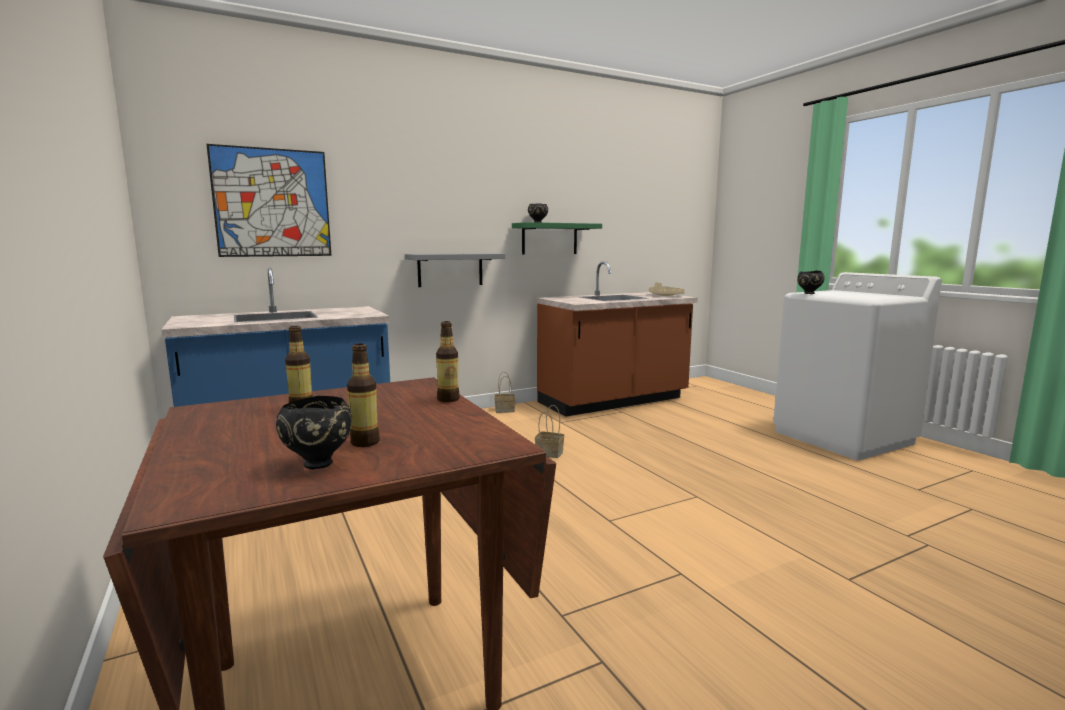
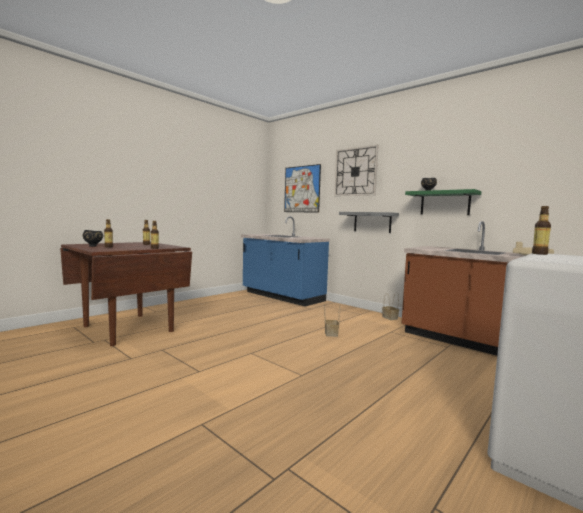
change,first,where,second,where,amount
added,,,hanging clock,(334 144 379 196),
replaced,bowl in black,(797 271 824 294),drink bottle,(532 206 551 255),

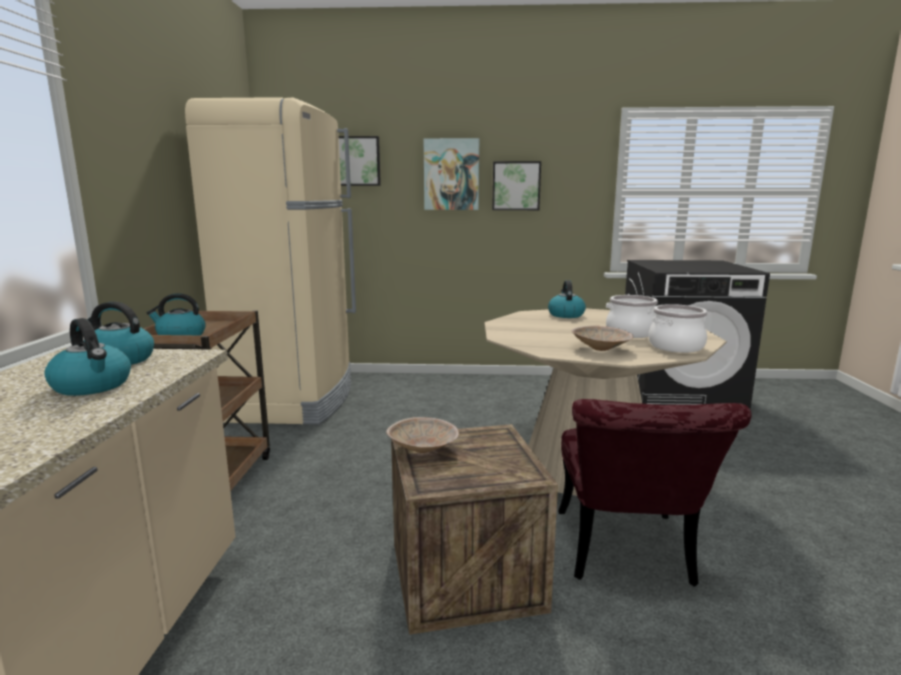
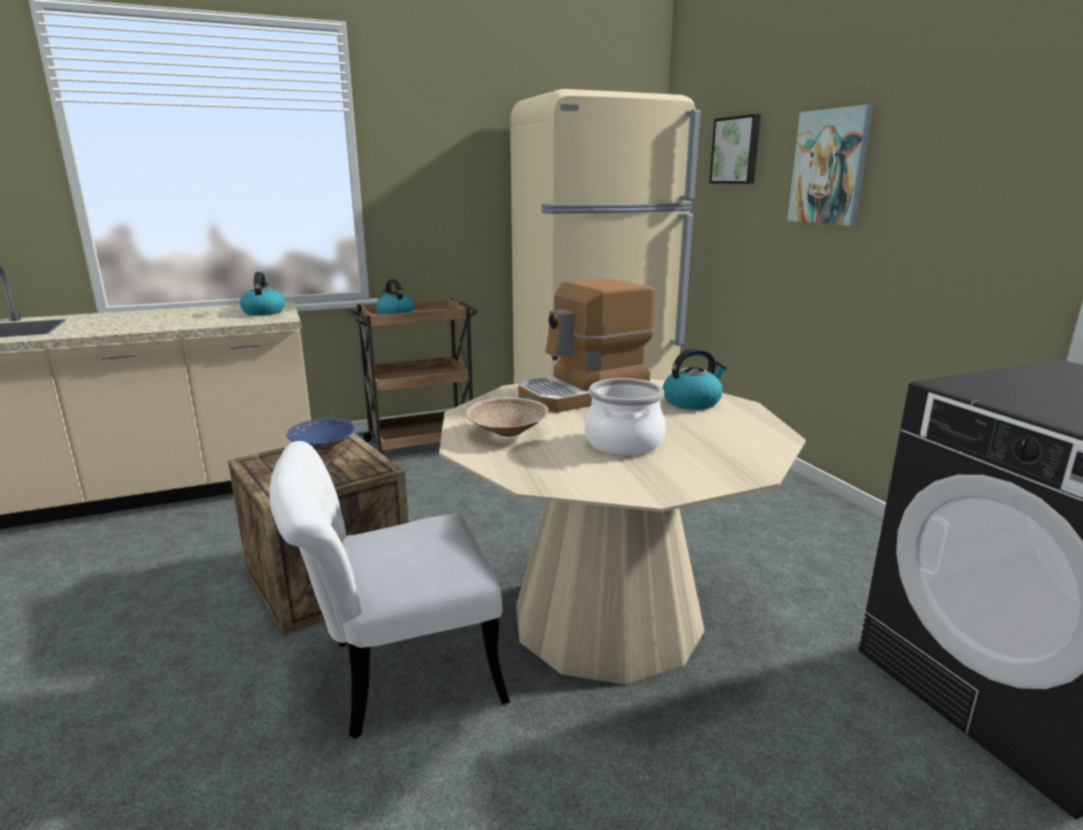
change,first,where,second,where,amount
removed,water kettle,(44 318 131 396),,,
removed,wall art,(492 161 541 210),,,
removed,stockpot,(648 304 707 353),,,
added,,,coffee machine,(518 278 654 413),
recoloured,bowl in beige,(386 417 459 453),bowl in bluish,(286 419 355 450),
recoloured,chair in reddish,(558 399 752 587),chair in whitish,(269 441 510 739),

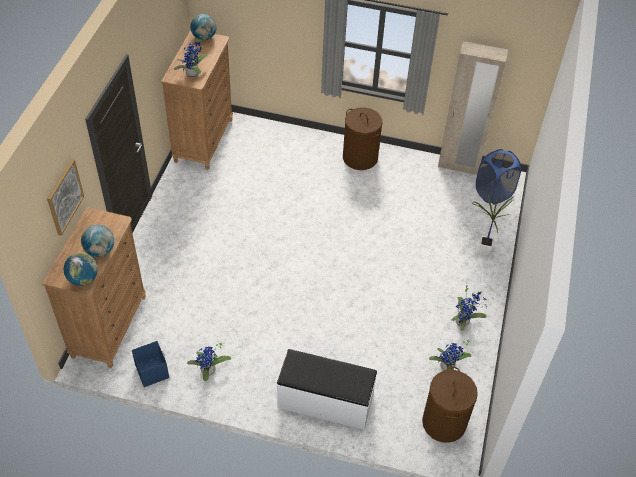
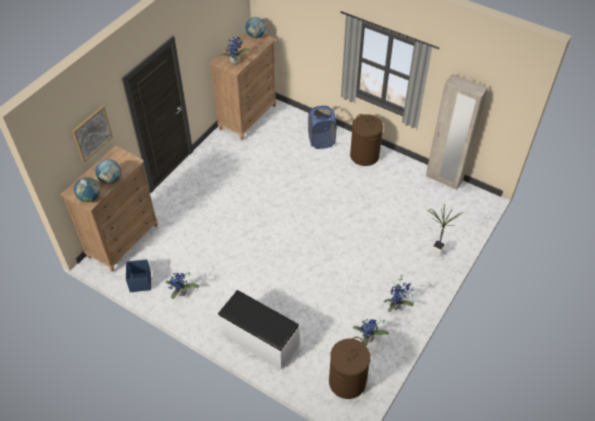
change,first,where,second,where,amount
moved,laundry basket in bluish,(476 149 521 204),,(308 105 336 149),

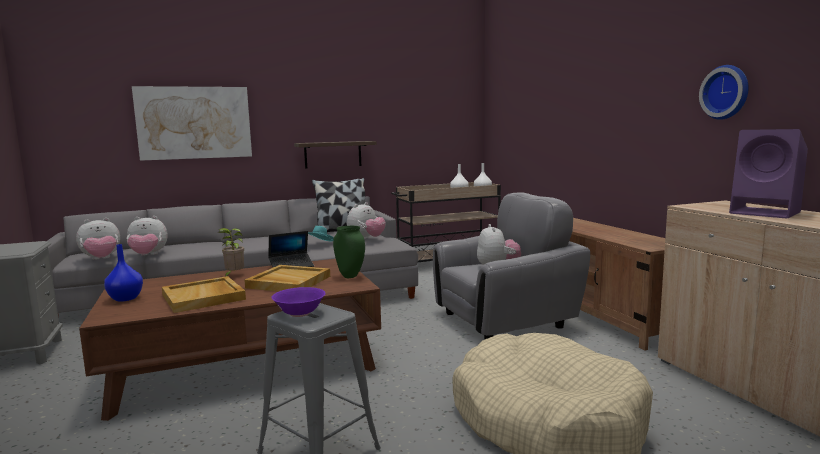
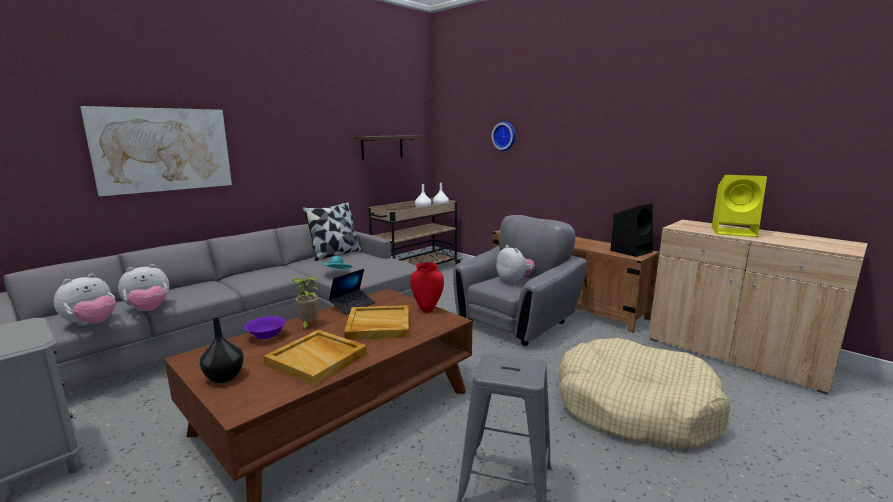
change,first,where,second,where,amount
removed,soft toy,(347 202 386 239),,,
added,,,speaker in black,(610 204 653 257),
moved,bowl in purple-coloured,(271 287 326 317),,(244 316 286 340),
moved,bracket shelf,(294 141 377 169),,(354 135 422 160),
moved,hanging clock,(699 65 749 120),,(491 121 515 151),
recoloured,vase in bluish,(104 244 143 302),vase in black,(200 317 244 383),
recoloured,vase in green,(333 226 365 278),vase in reddish,(410 262 444 313),
recoloured,speaker in purple-coloured,(729 129 808 218),speaker in yellow,(712 175 767 237),

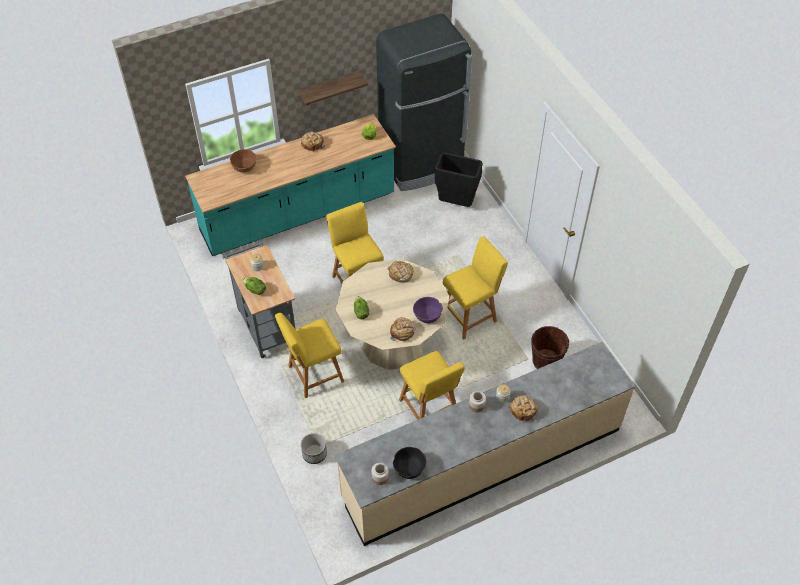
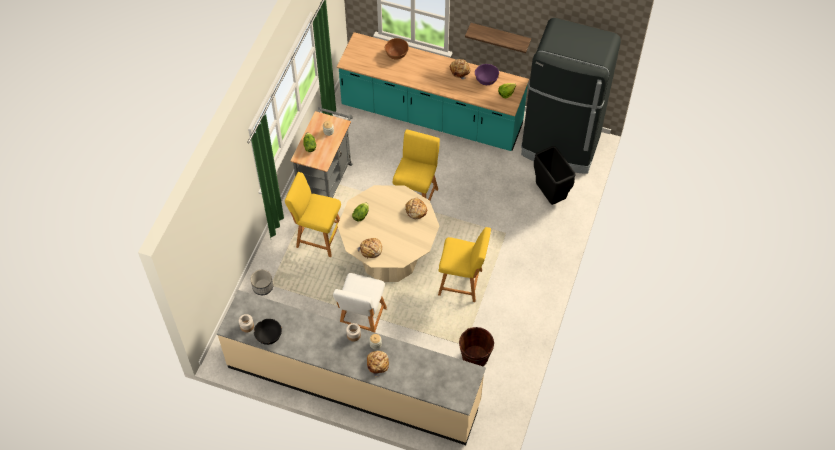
change,first,where,second,where,amount
moved,bowl in purple-coloured,(413 297 443 323),,(475 64 499 85),
recoloured,sitting stool in yellow,(399 351 465 420),sitting stool in whitish,(333 273 387 333),

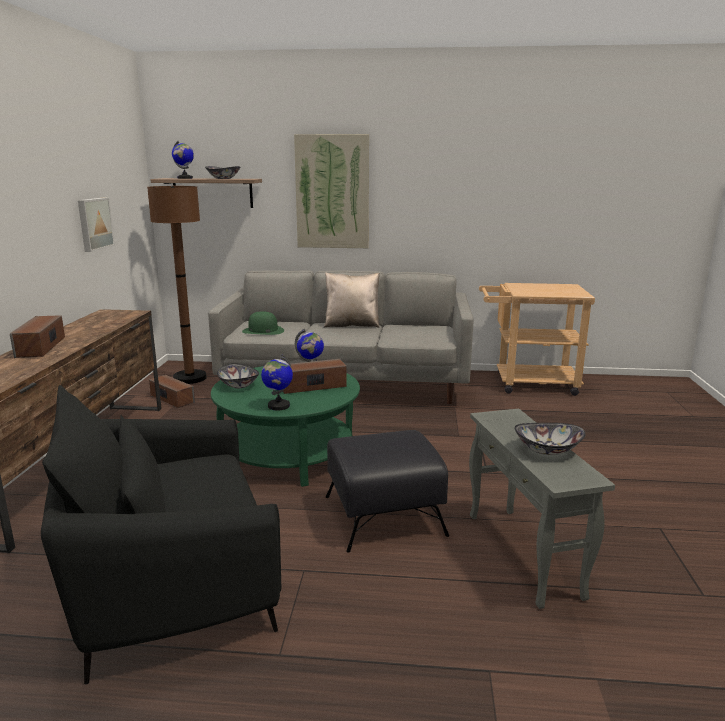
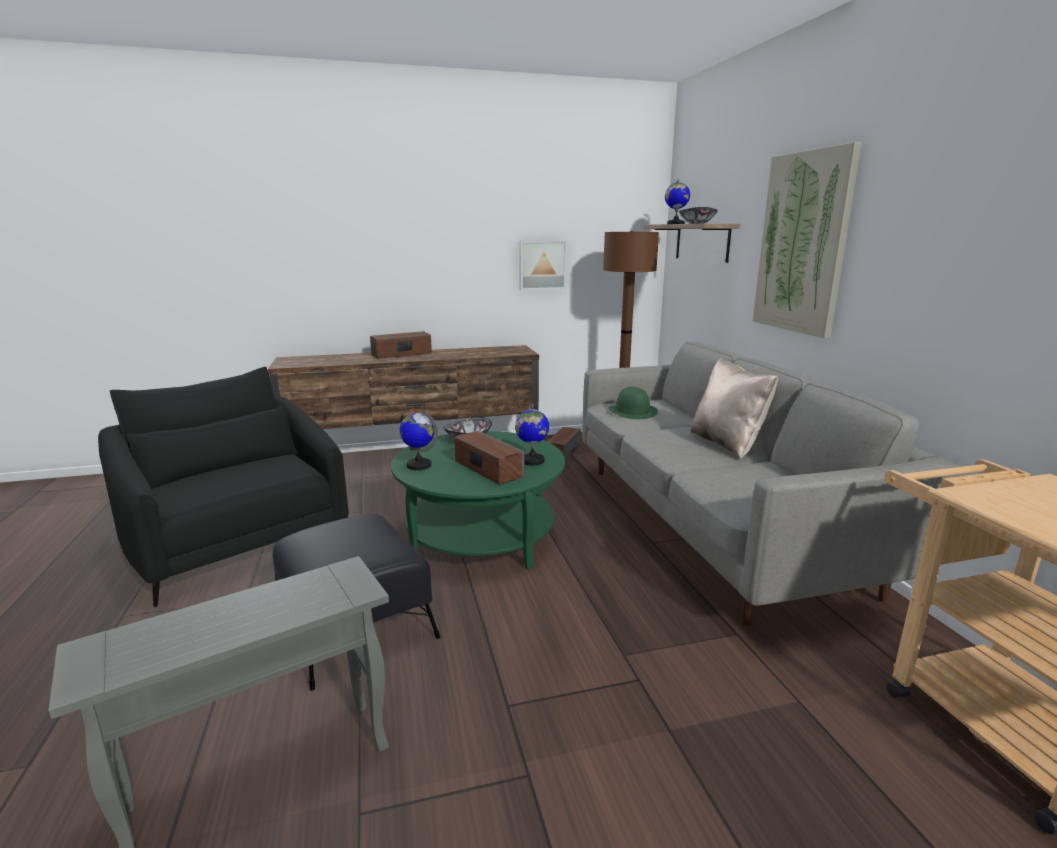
change,first,where,second,where,amount
removed,bowl,(514 423 585 455),,,

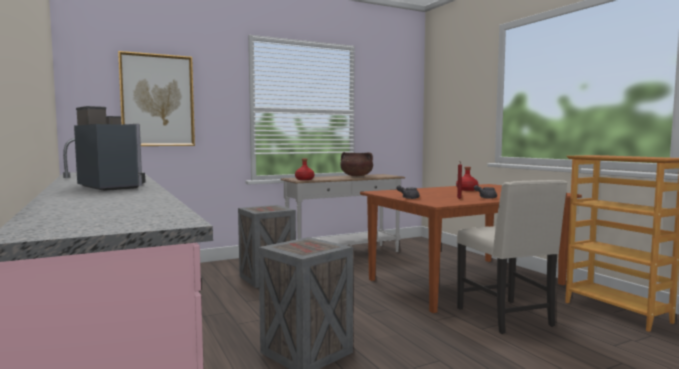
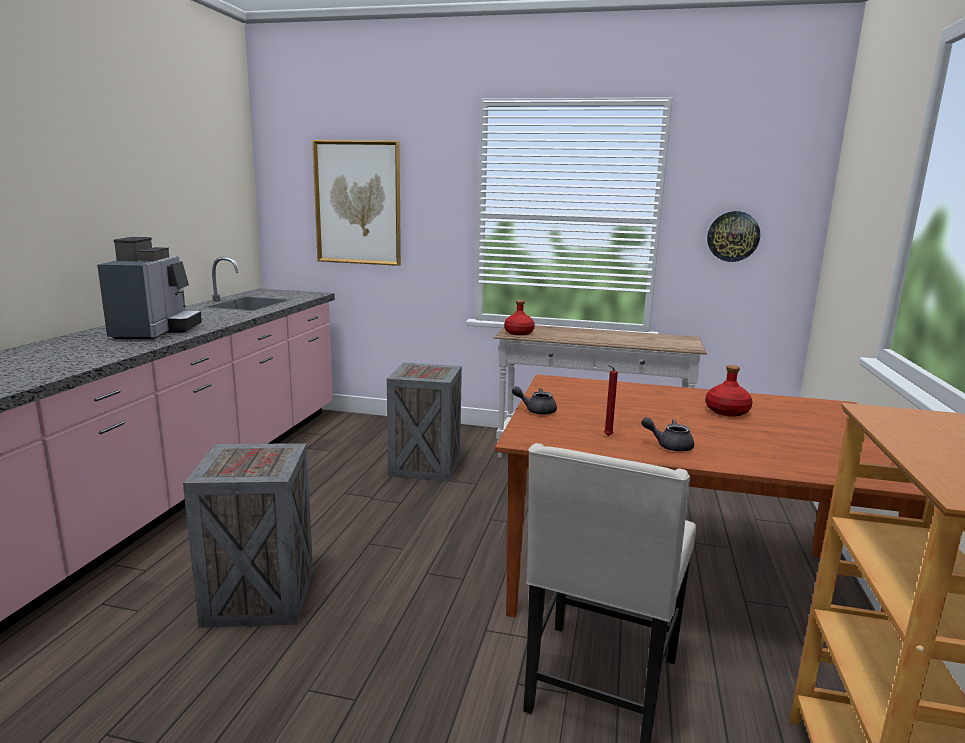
change,first,where,second,where,amount
removed,stockpot in brownish,(340 152 373 176),,,
added,,,hanging clock,(707 211 760 262),

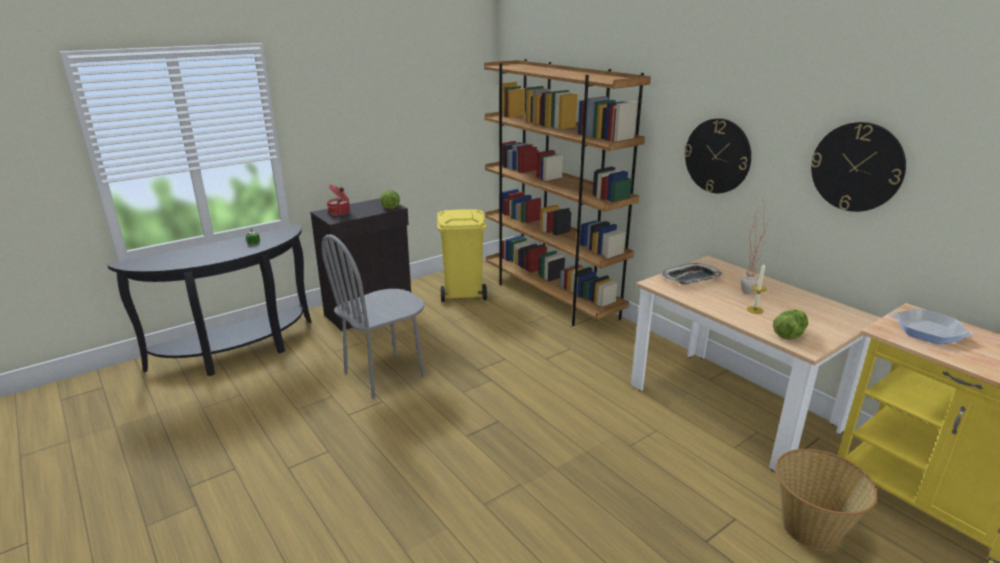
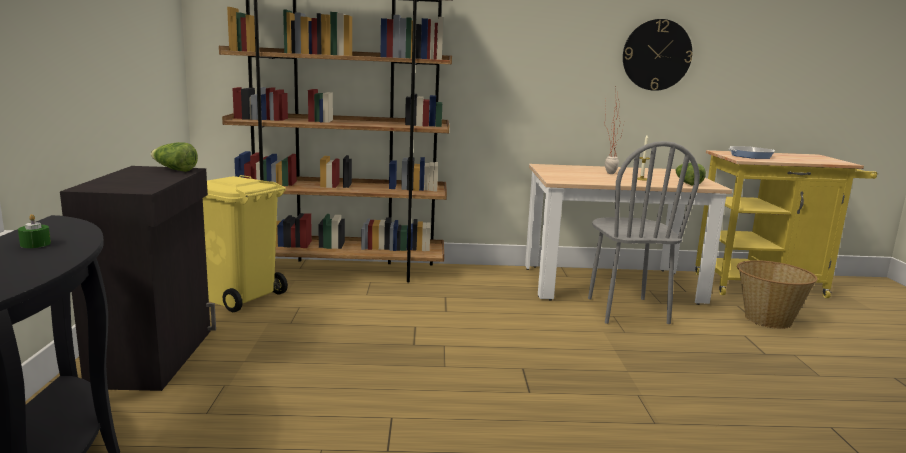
change,first,where,second,where,amount
removed,stockpot,(327 185 350 216),,,
removed,tray,(661 263 722 284),,,
removed,hanging clock,(684 118 751 193),,,
moved,chair in greyish,(321 234 424 399),,(588 141 700 324),

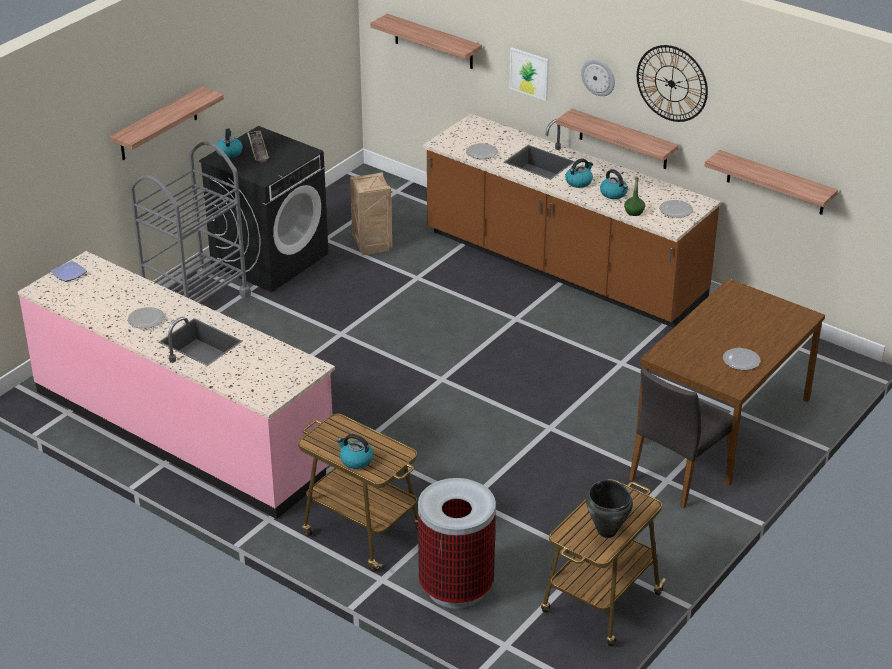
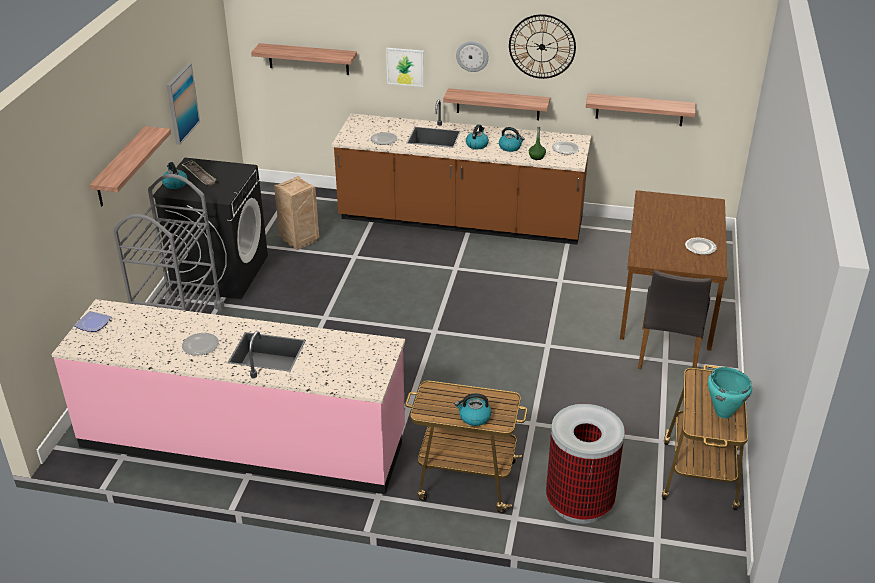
change,first,where,second,where,amount
added,,,wall art,(166 63 200 145),
recoloured,stockpot in black,(586 480 633 538),stockpot in turquoise-coloured,(708 367 752 418),

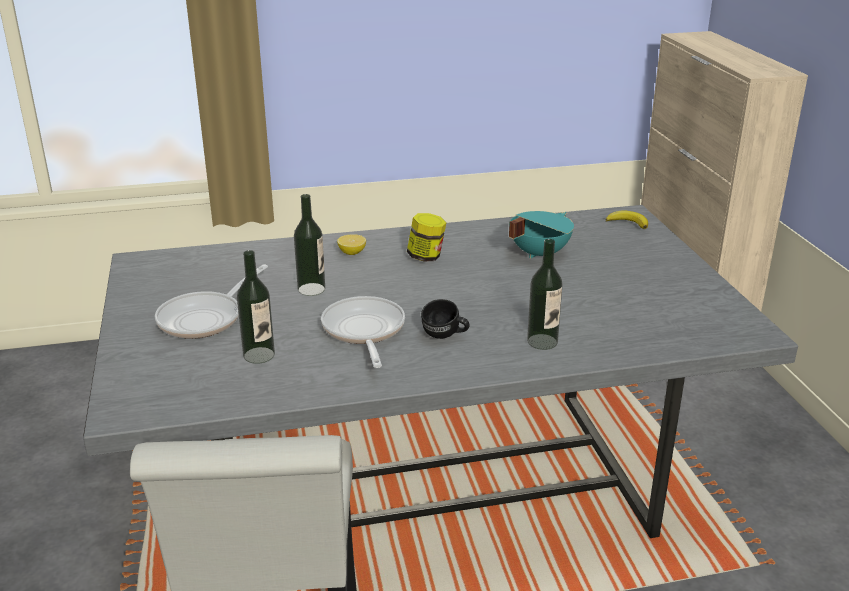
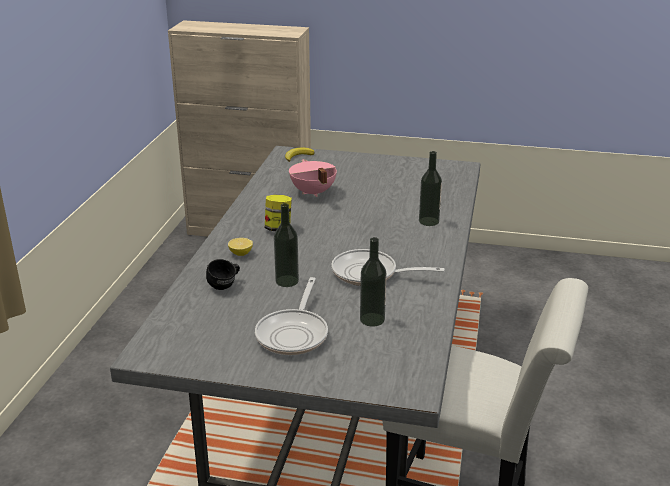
change,first,where,second,where,amount
moved,tea mug in black,(421 299 469 339),,(206 259 240 290),
recoloured,stockpot in turquoise-coloured,(509 211 574 258),stockpot in pink,(289 159 337 197),
turned,frying pan,(155 264 268 339),,(255 277 328 355),45 degrees clockwise

